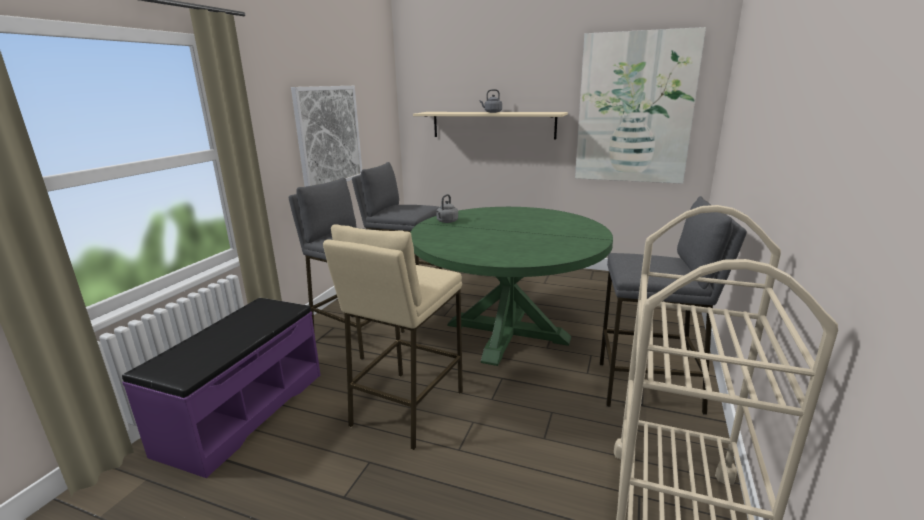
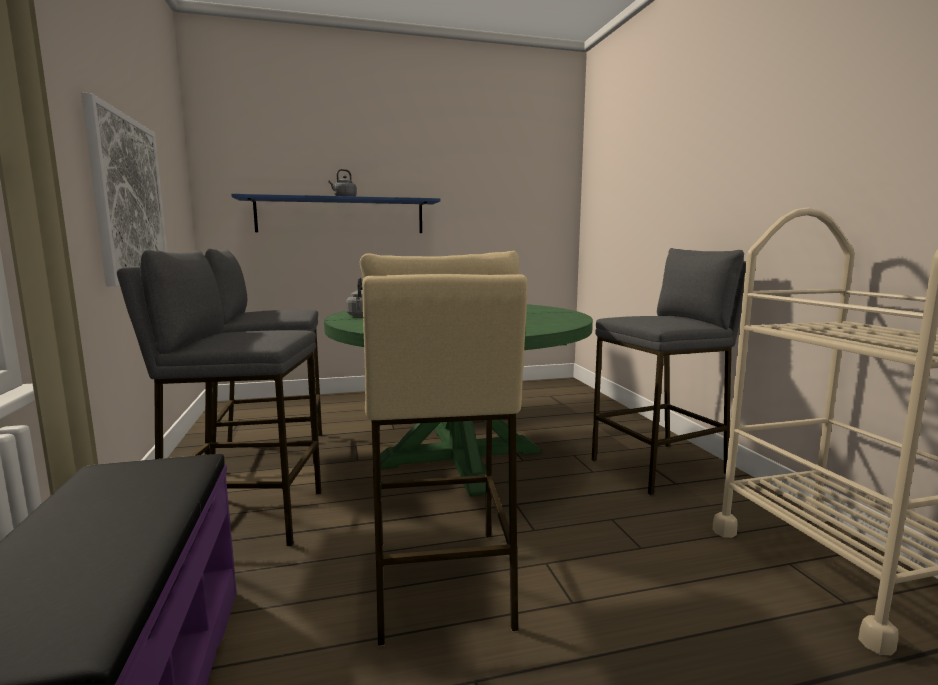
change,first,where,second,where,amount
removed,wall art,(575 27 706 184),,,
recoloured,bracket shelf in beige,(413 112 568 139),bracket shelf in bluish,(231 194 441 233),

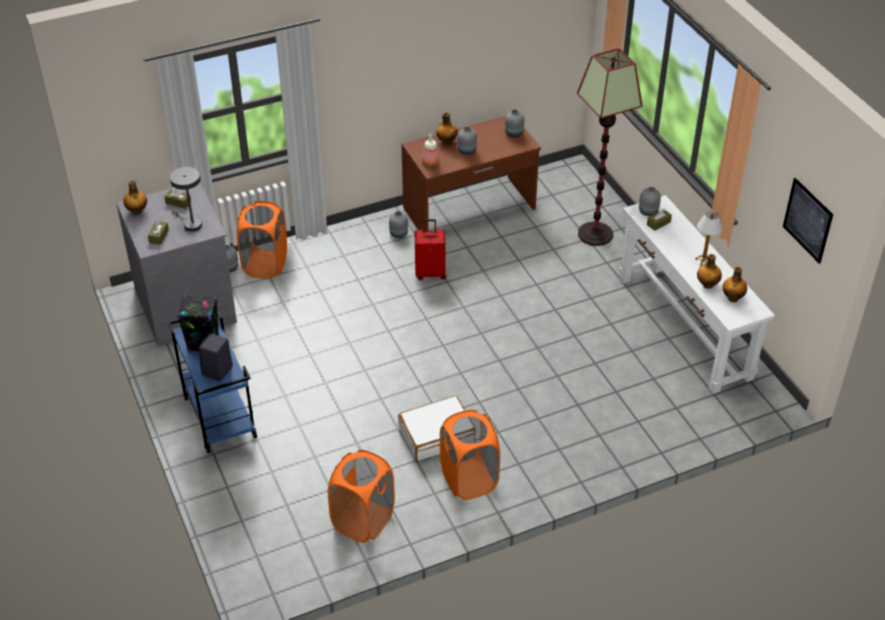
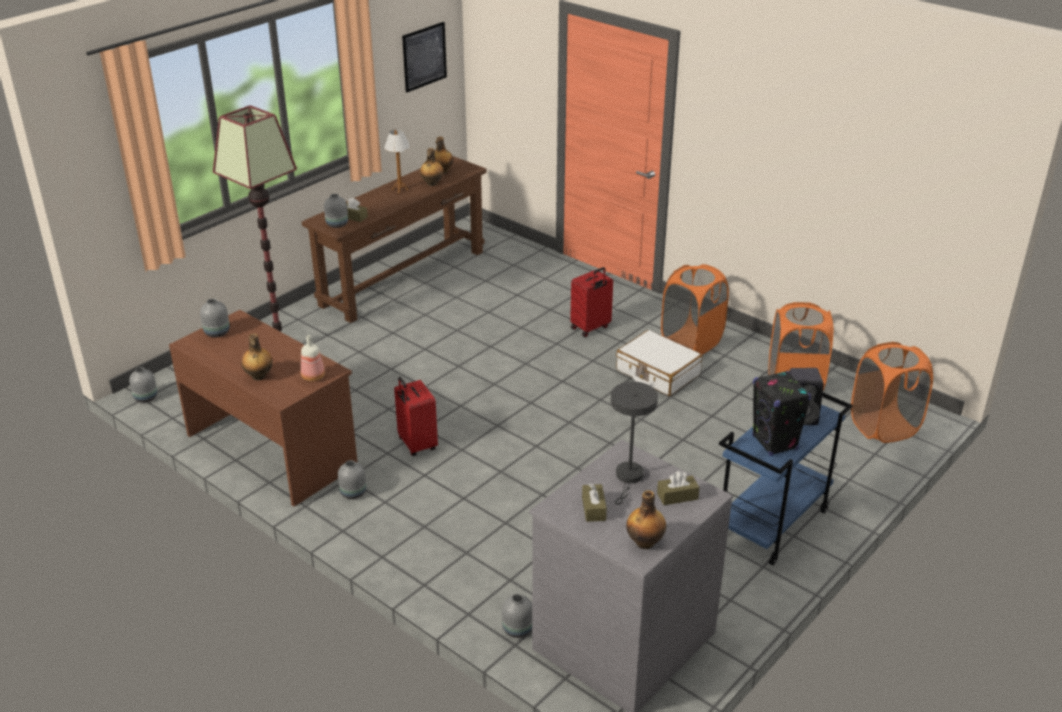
change,first,where,second,where,amount
added,,,travel case in reddish,(570 267 613 337),
moved,laundry basket in orange,(237 201 287 279),,(851 342 933 443),
moved,vase in greyish,(457 127 477 155),,(129 367 157 403),
recoloured,hall table in whitish,(619 195 775 394),hall table in brownish,(302 156 487 323),

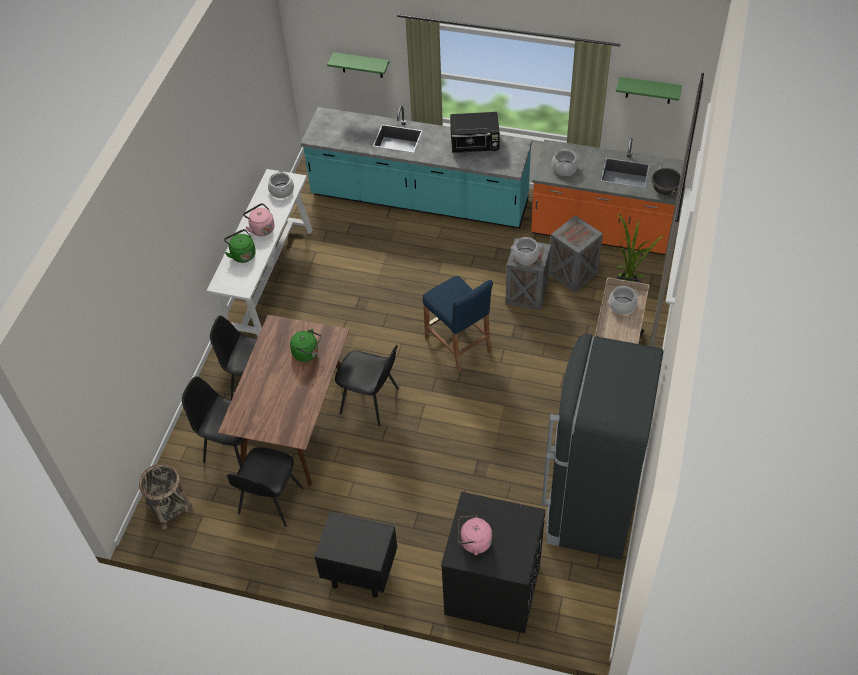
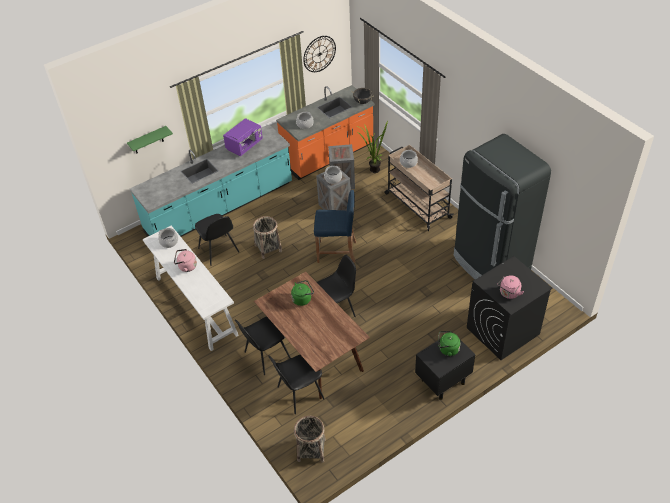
change,first,where,second,where,amount
added,,,storage basket,(253 216 282 259),
moved,water kettle in green,(224 229 256 263),,(438 331 460 356),
moved,chair in black,(227 447 304 527),,(195 214 239 266),
replaced,bracket shelf in green,(616 77 682 104),hanging clock,(303 36 336 72),
recoloured,microwave in black,(450 112 500 153),microwave in purple-coloured,(223 118 263 156),

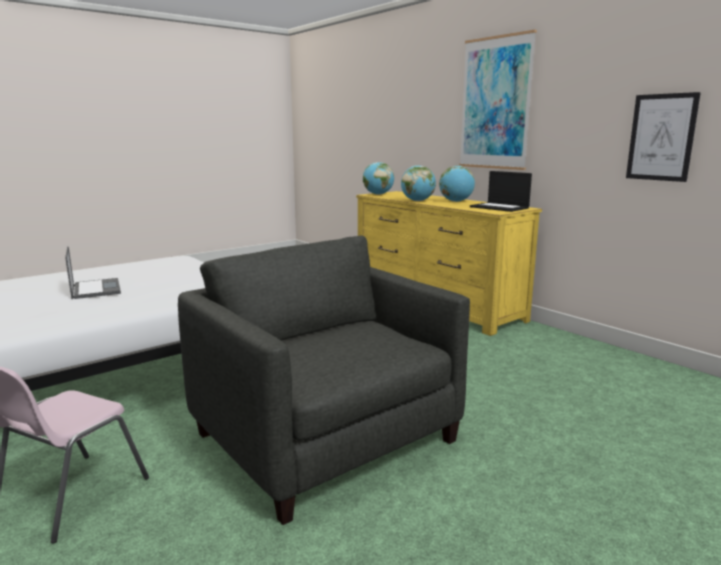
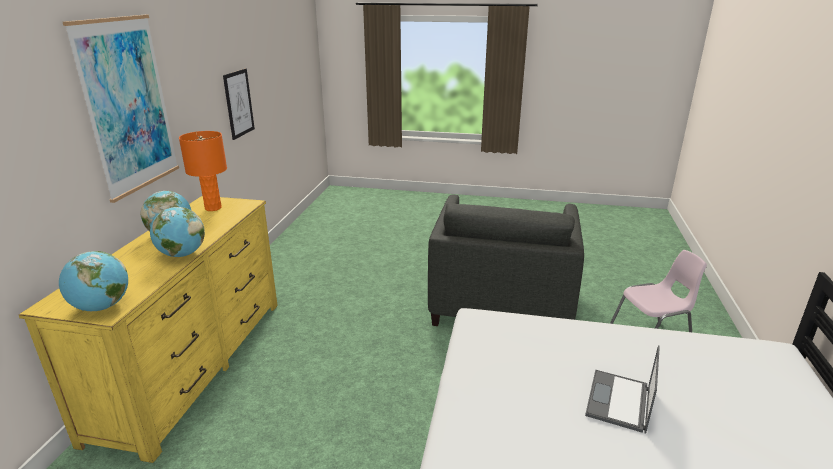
change,first,where,second,where,amount
replaced,notebook computer,(470 171 532 212),lamp for a table in orange,(179 131 227 211),

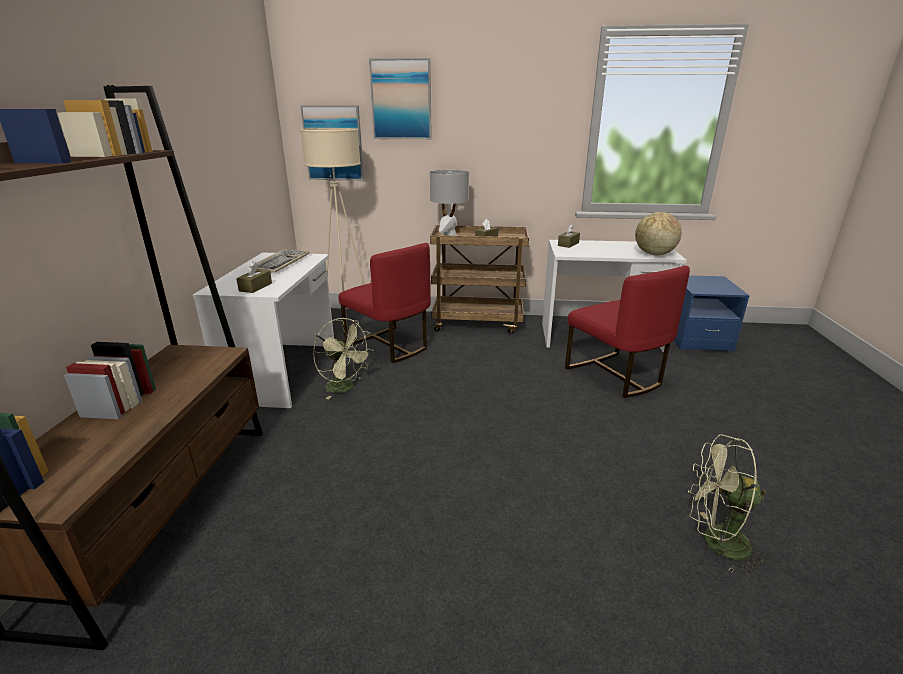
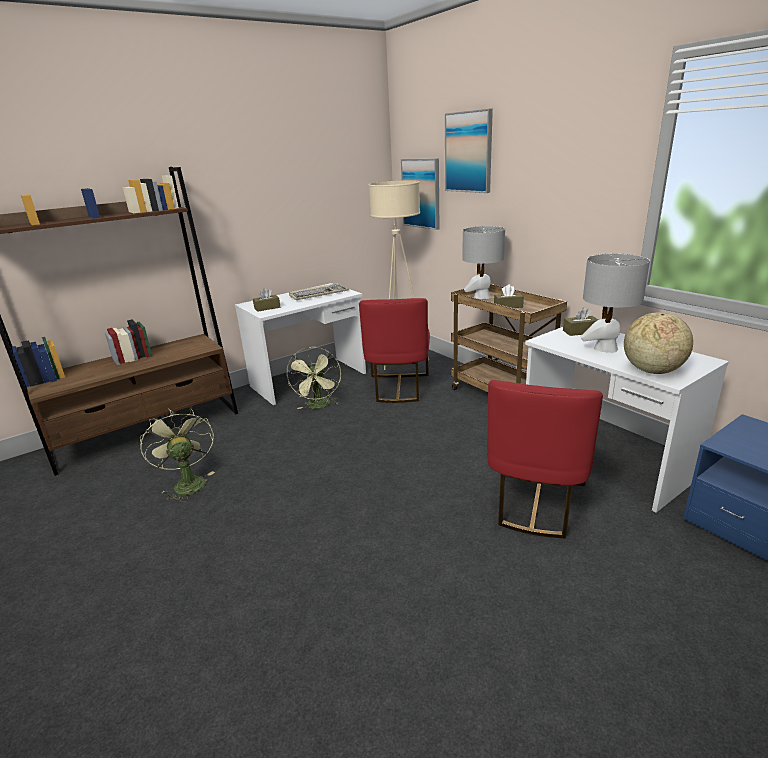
change,first,where,second,where,amount
added,,,lamp for a table in greyish,(581 254 650 353),
moved,electric fan in green,(688 434 770 573),,(140 408 215 502),

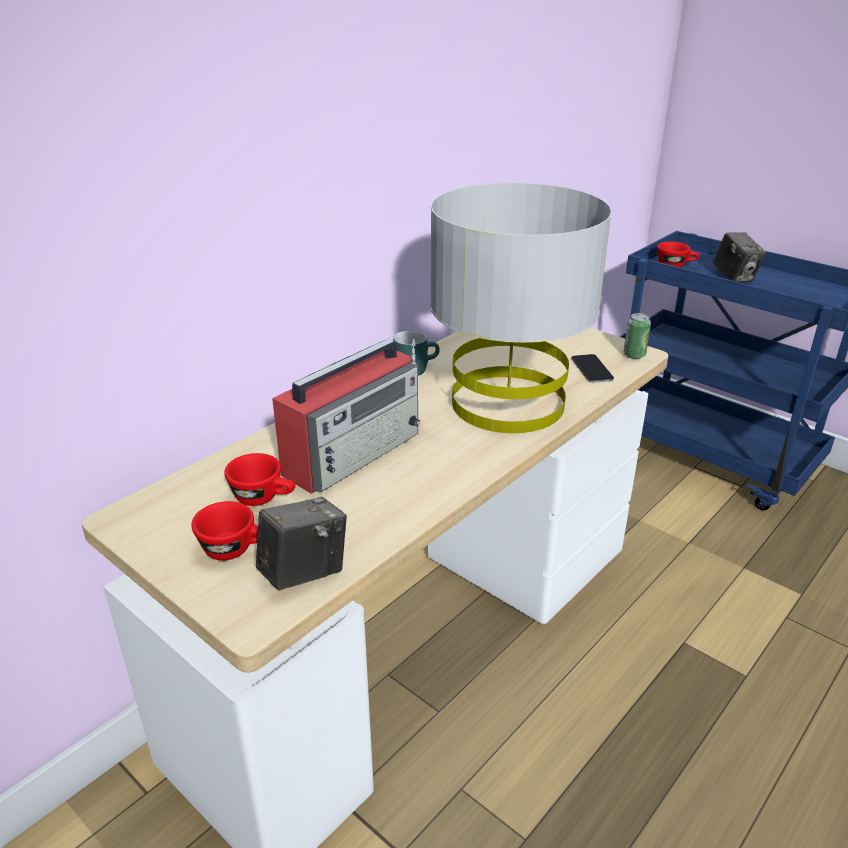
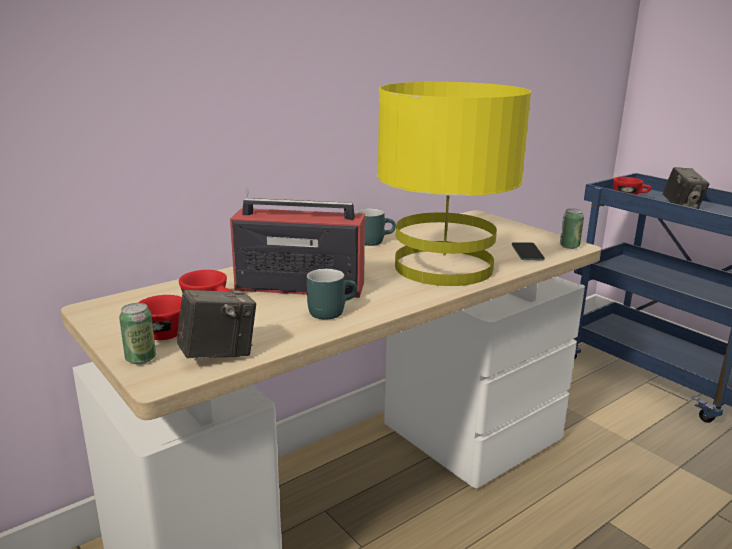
change,first,where,second,where,amount
added,,,sealed can,(119 303 156 364),
added,,,tea mug in turquoise-coloured,(307 269 357 319),
recoloured,lamp for a table in greyish,(430 183 612 433),lamp for a table in yellow,(377 82 532 286),
turned,radio set,(272 339 420 494),,(230 188 365 298),135 degrees counterclockwise

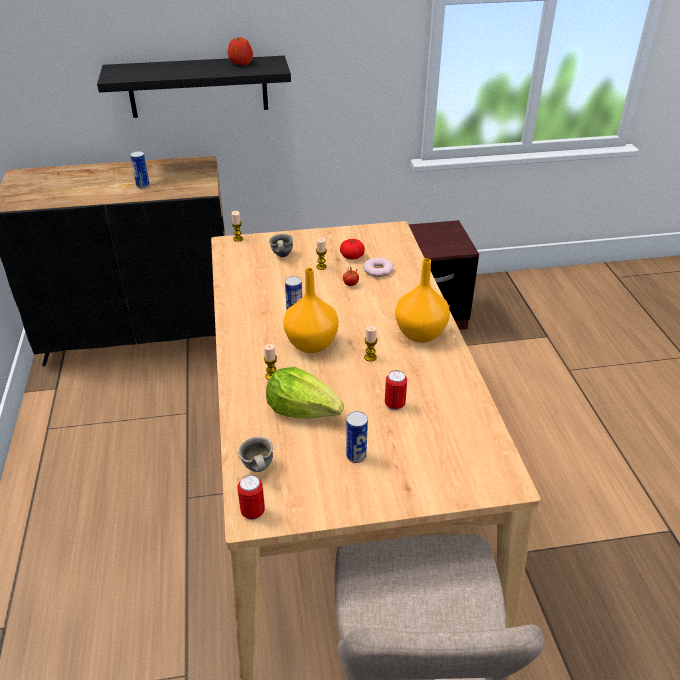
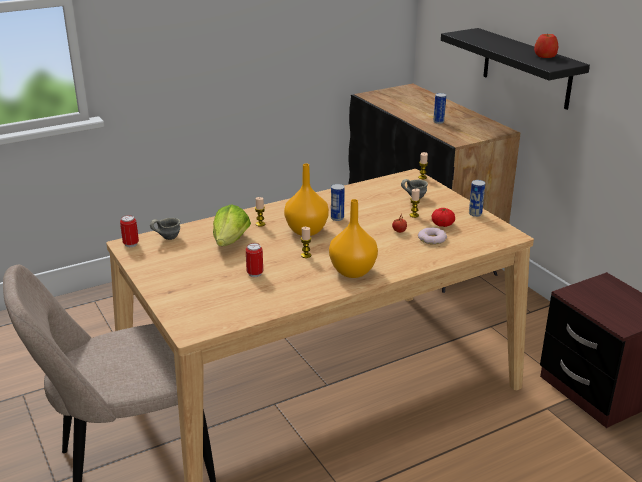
change,first,where,second,where,amount
moved,sealed can,(346 411 368 463),,(469 180 485 217),

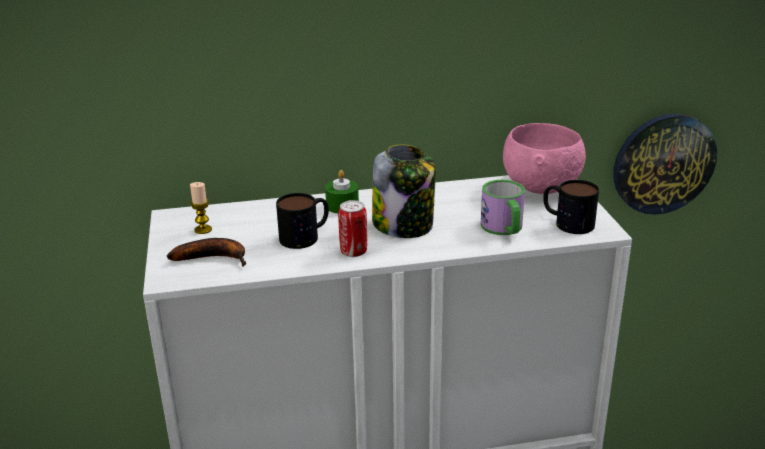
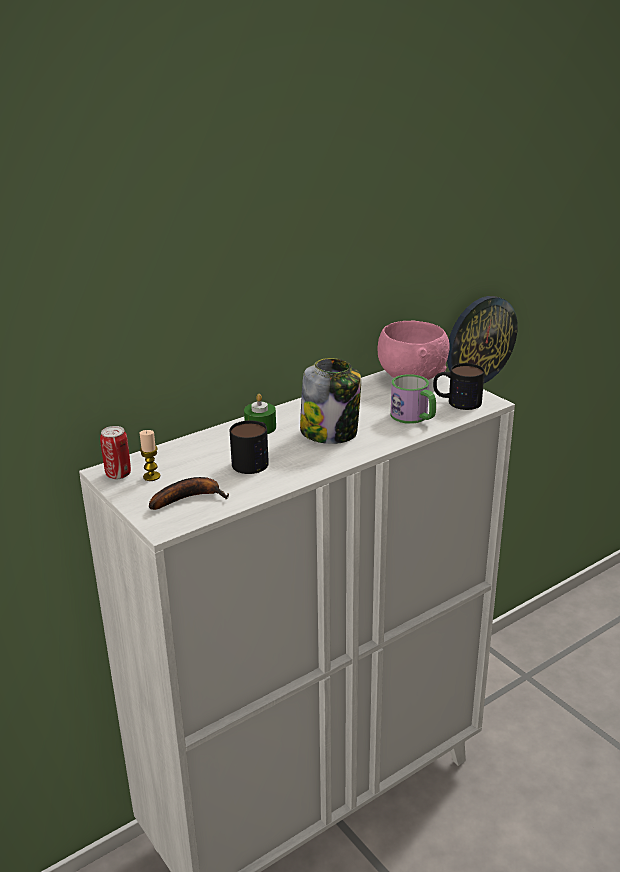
change,first,where,second,where,amount
moved,sealed can,(338 200 367 257),,(100 426 131 479),

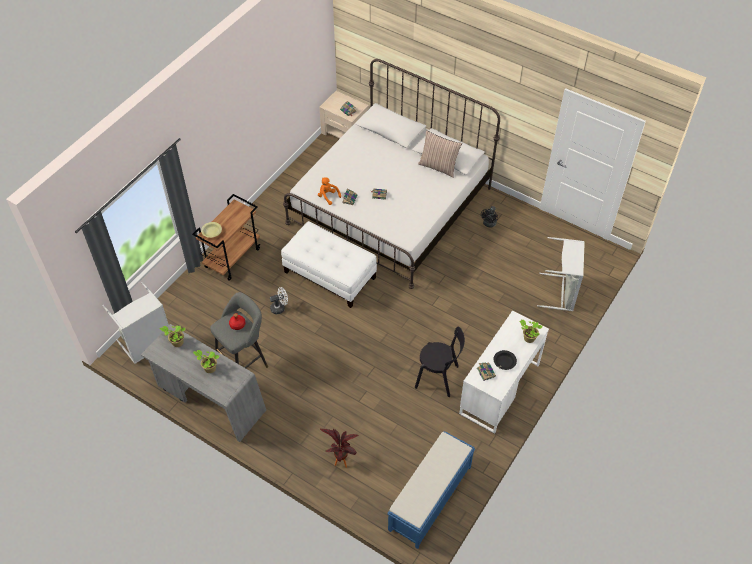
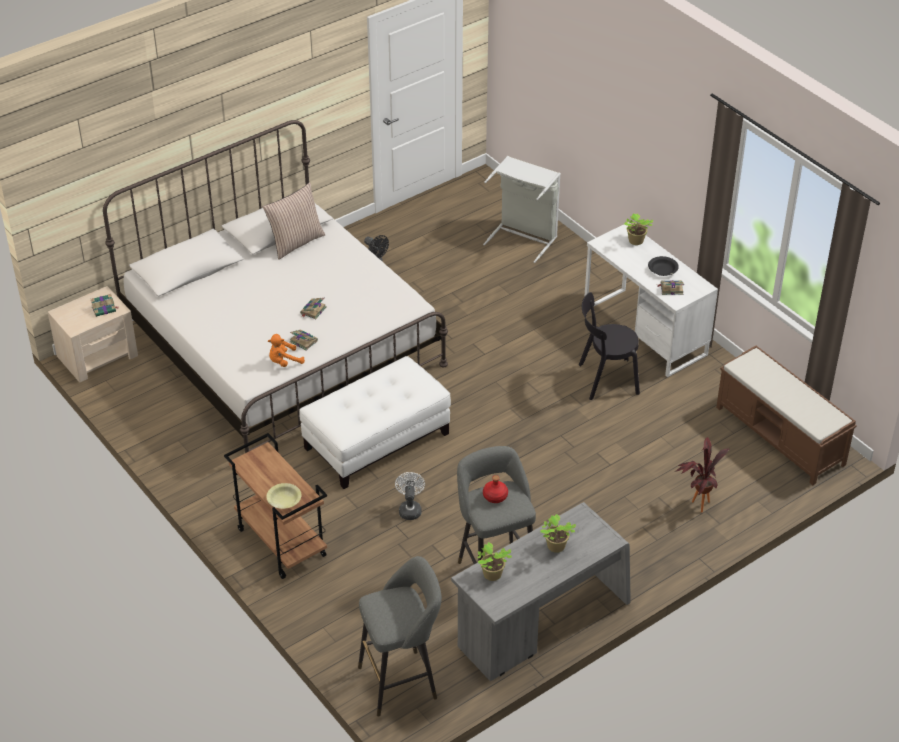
change,first,where,second,where,amount
replaced,laundry basket in greyish,(102 282 169 364),sitting stool in greyish,(358 556 442 717),
recoloured,long seat in bluish,(387 431 475 549),long seat in brownish,(716 346 857 485),
turned,chair in black,(415 326 465 397),,(579 292 640 400),135 degrees counterclockwise

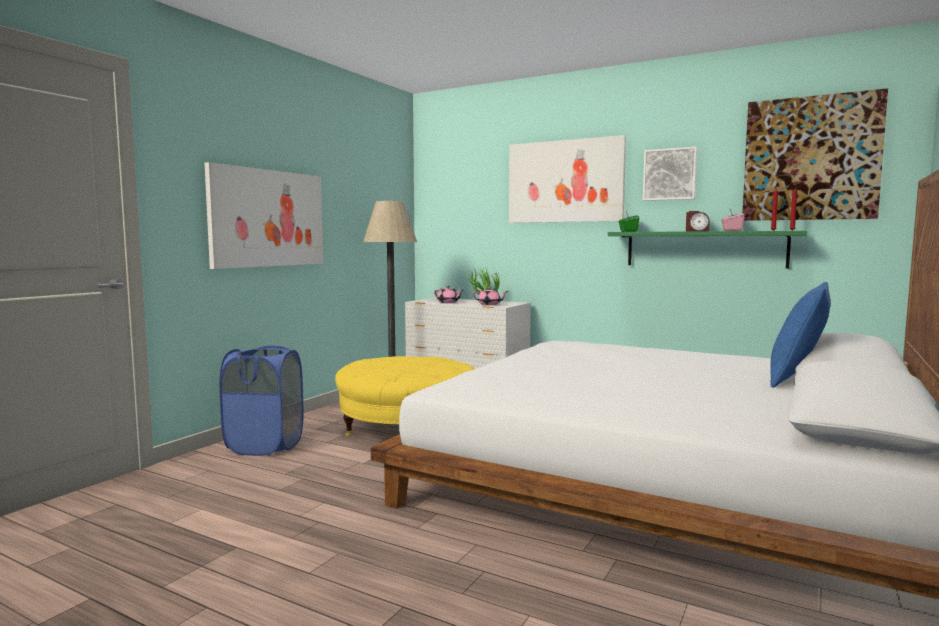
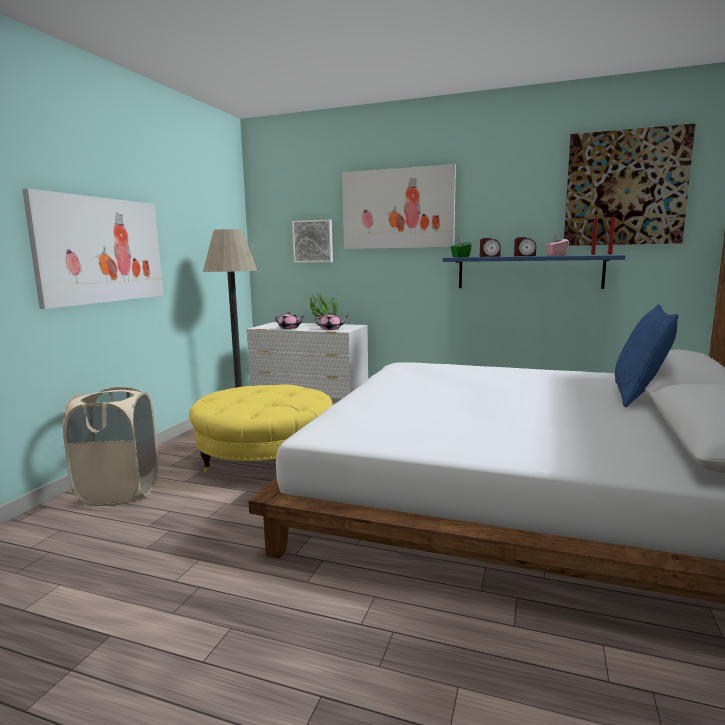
change,first,where,second,where,amount
added,,,table clock,(480 238 501 257),
moved,wall art,(643 147 697 201),,(292 220 333 263),
recoloured,laundry basket in bluish,(219 346 304 456),laundry basket in beige,(63 387 158 506),
recoloured,bracket shelf in green,(608 231 807 268),bracket shelf in bluish,(443 255 625 289),

